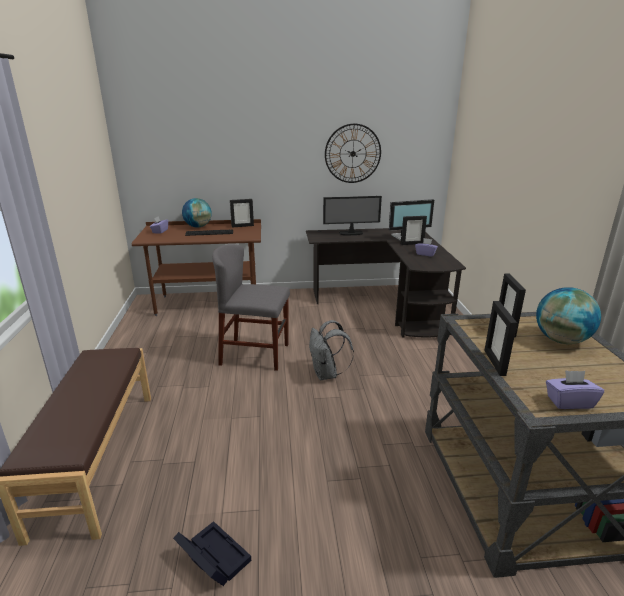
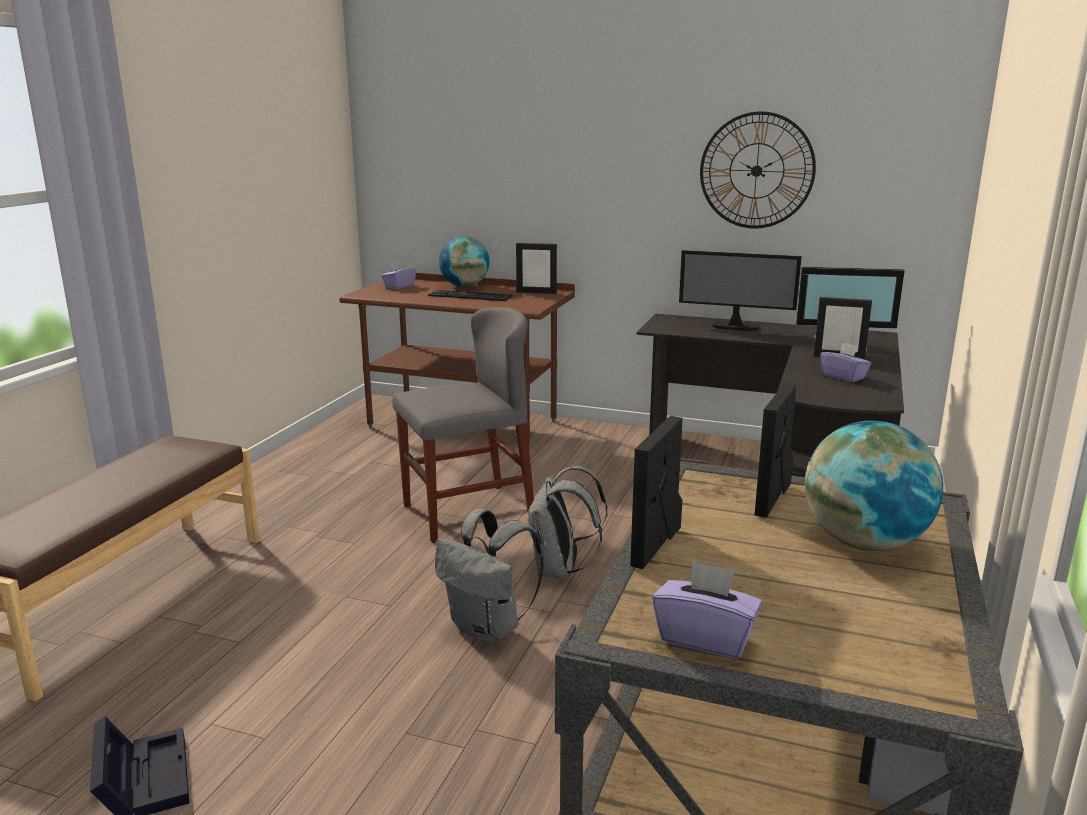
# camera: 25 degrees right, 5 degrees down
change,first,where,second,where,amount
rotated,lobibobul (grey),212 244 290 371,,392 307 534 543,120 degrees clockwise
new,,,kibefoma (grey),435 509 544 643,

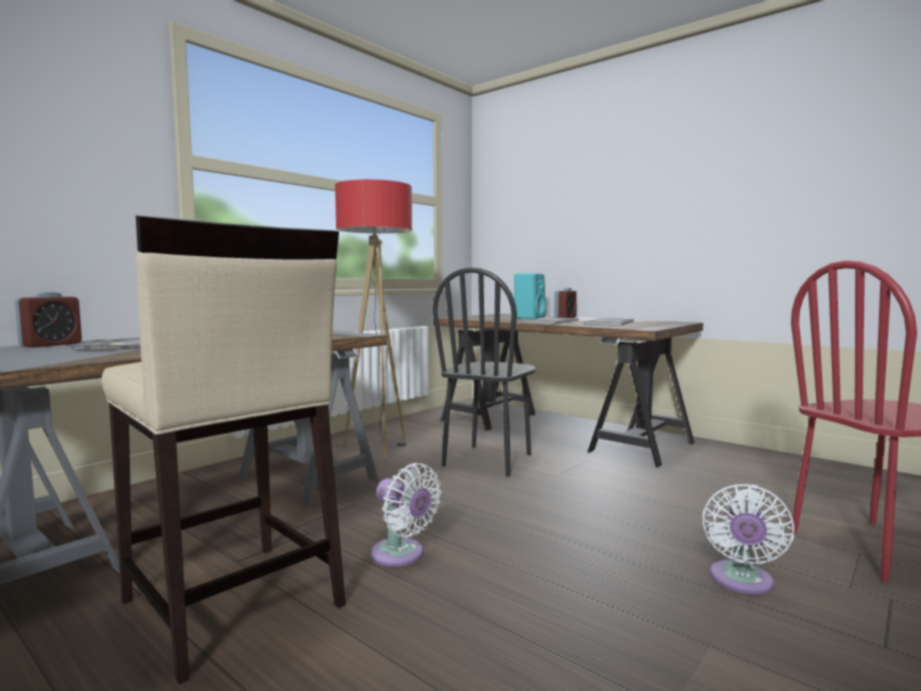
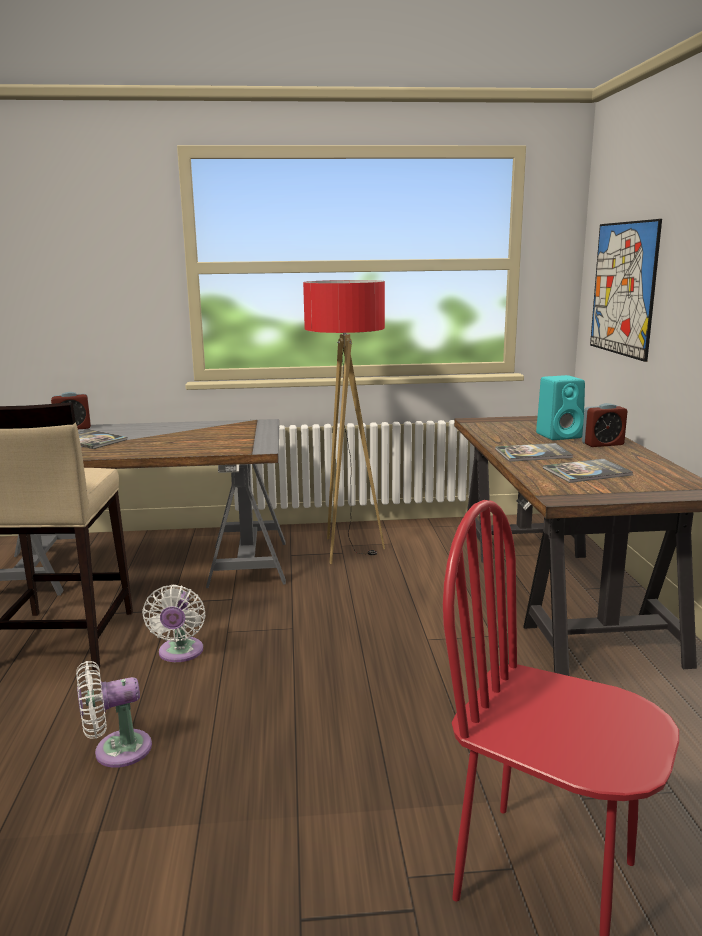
# camera: 45 degrees right, 10 degrees up
change,first,where,second,where,amount
gone,lobibobul (black),432 267 536 477,,,
shifted,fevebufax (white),702 484 794 595,,76 661 152 768,
new,,,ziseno,590 219 662 362,

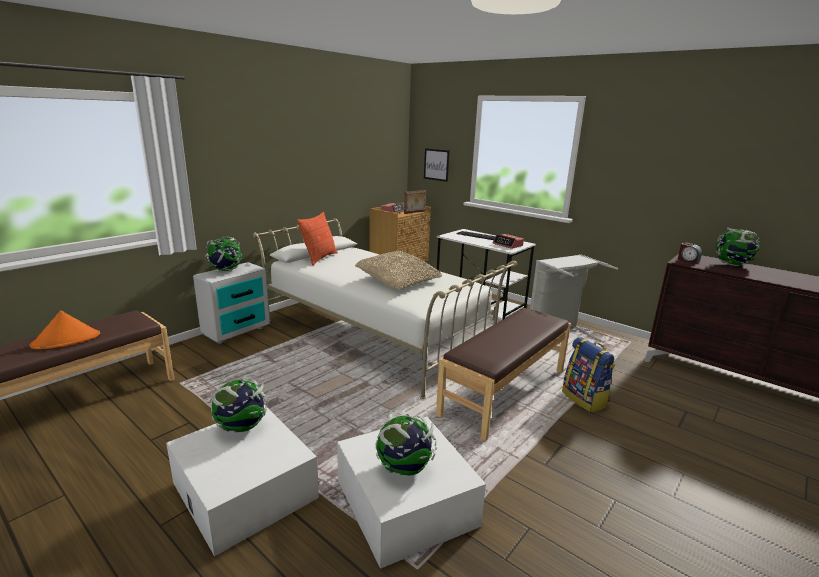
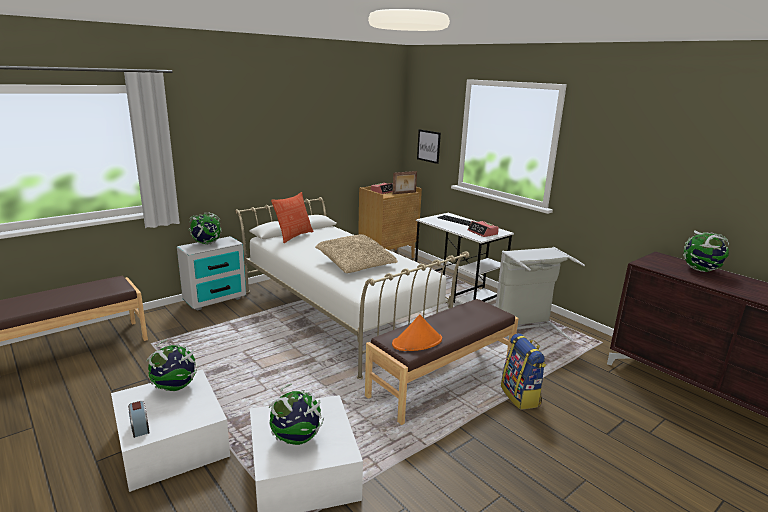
# camera: 10 degrees right, 0 degrees up
change,first,where,second,where,amount
shifted,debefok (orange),30 310 100 349,,392 314 442 351,
shifted,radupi,678 243 702 263,,128 401 150 438,

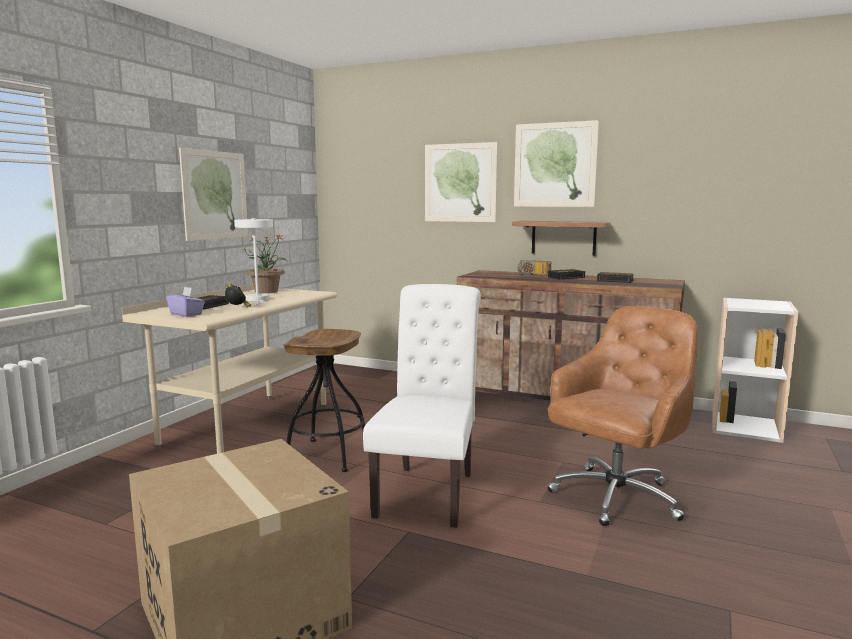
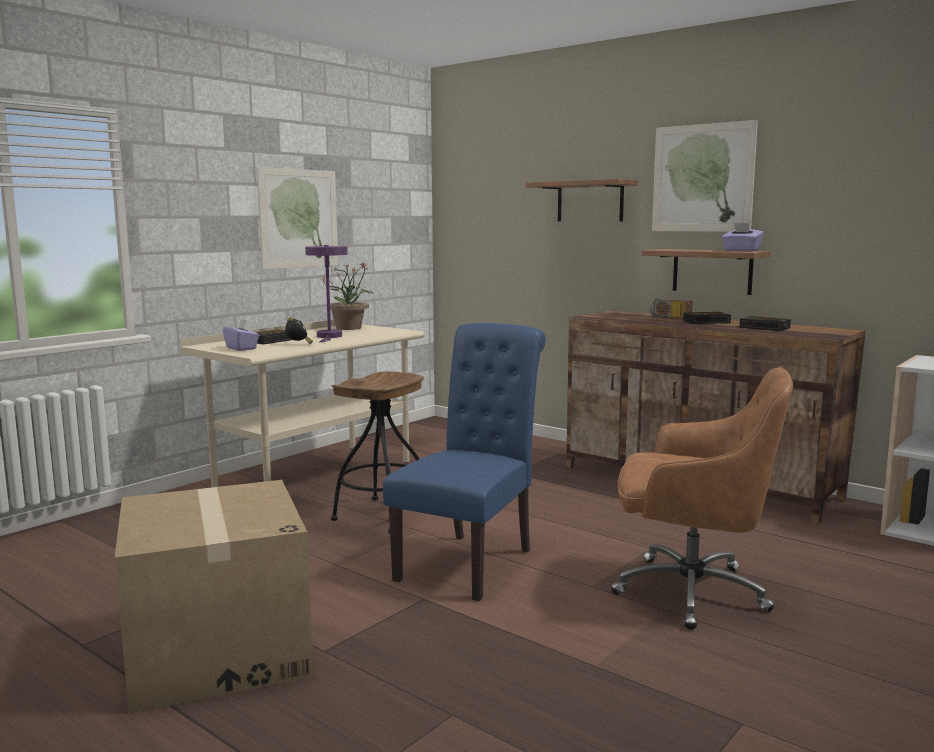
# camera: 15 degrees right, 0 degrees up
change,first,where,second,where,amount
repainted,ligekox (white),234 218 273 306,ligekox (purple),305 245 348 342,
repainted,lobibobul (white),363 284 481 528,lobibobul (blue),383 323 546 601,
swapped,ziseno,425 142 498 222,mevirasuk,526 179 638 222,
rotated,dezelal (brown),547 306 698 526,,612 366 793 630,45 degrees clockwise
new,,,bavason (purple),722 223 764 251,

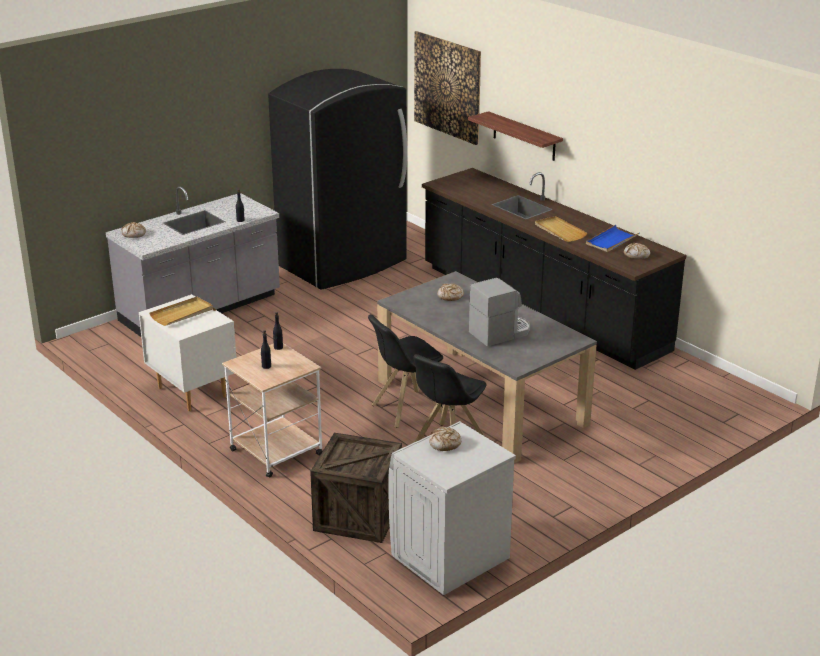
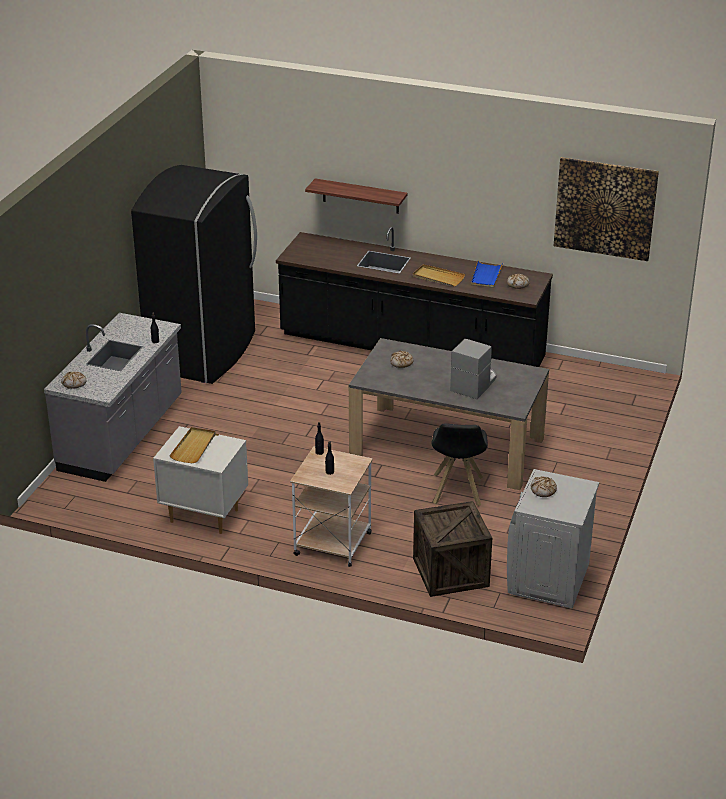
# camera: 30 degrees left, 5 degrees up
change,first,where,second,where,amount
gone,lobibobul (black),368 314 443 428,,,
shifted,ziseno,414 31 481 145,,554 157 659 261,

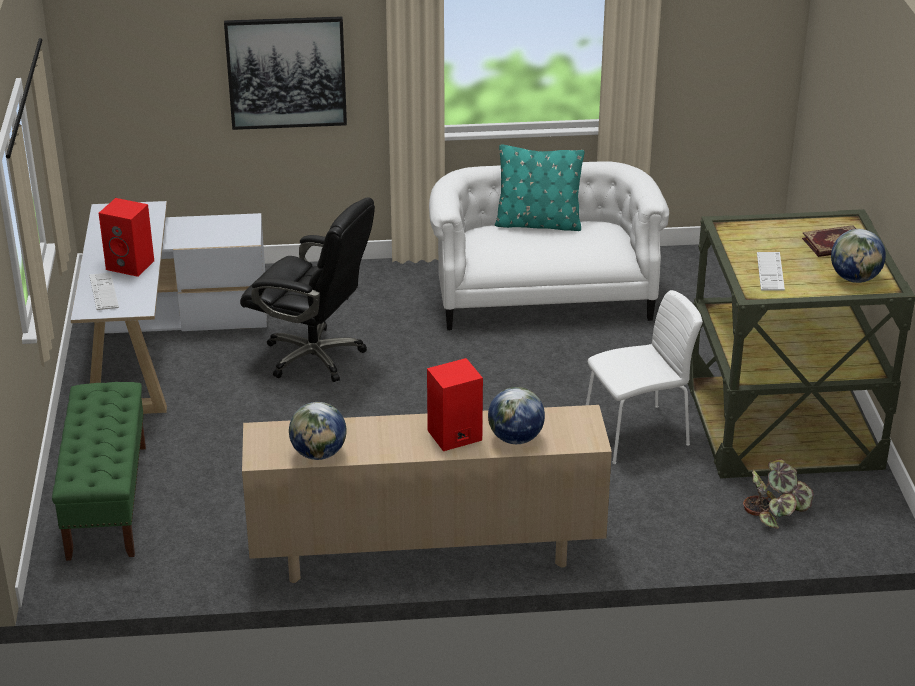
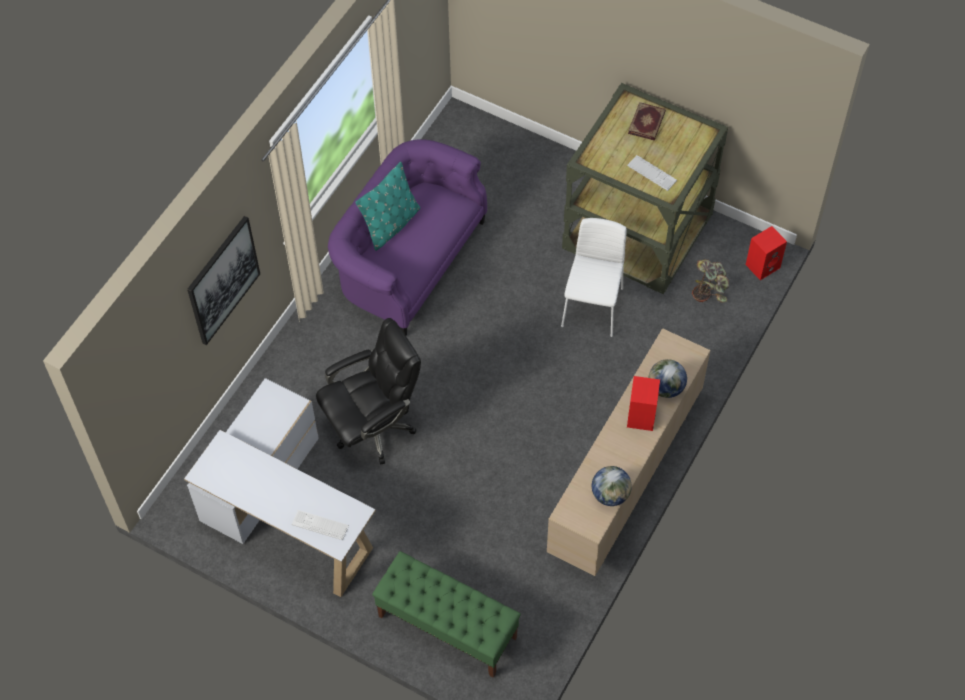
# camera: 55 degrees left, 25 degrees up
change,first,where,second,where,amount
shifted,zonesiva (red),99 198 154 277,,746 226 787 280,
repainted,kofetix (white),429 162 669 330,kofetix (purple),328 139 487 336,
gone,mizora,831 229 886 283,,,

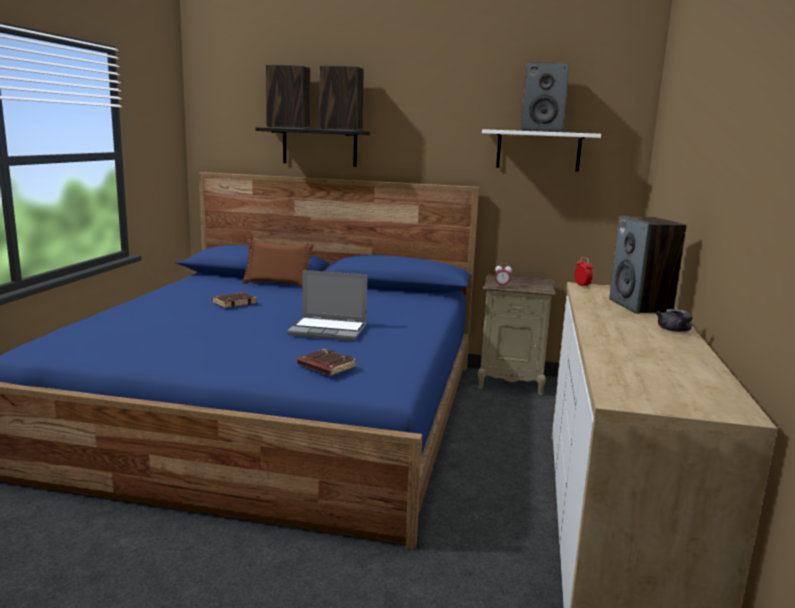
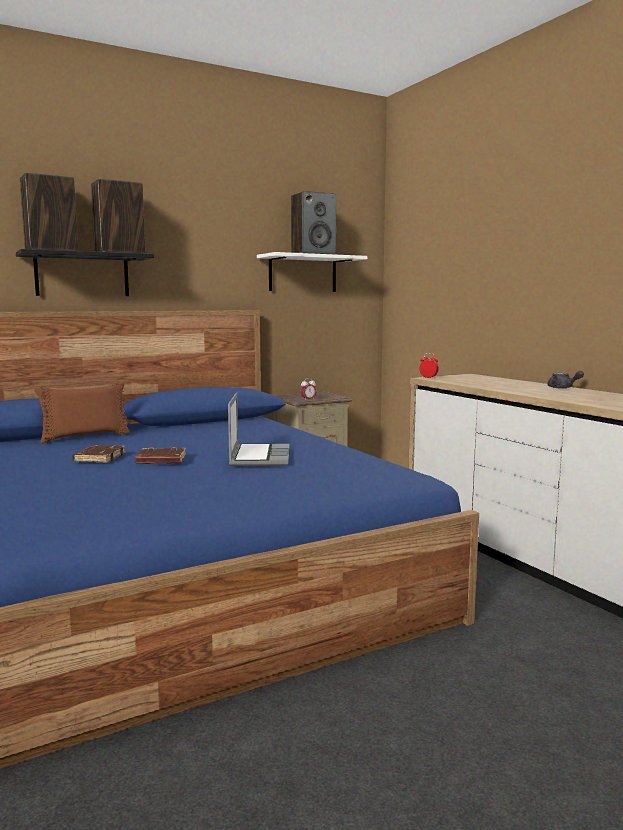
# camera: 40 degrees left, 5 degrees down
change,first,where,second,where,amount
rotated,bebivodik,287 270 368 341,,228 393 289 466,60 degrees counterclockwise
shifted,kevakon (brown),297 349 357 376,,135 447 186 464,
gone,zonesiva,609 216 687 314,,,

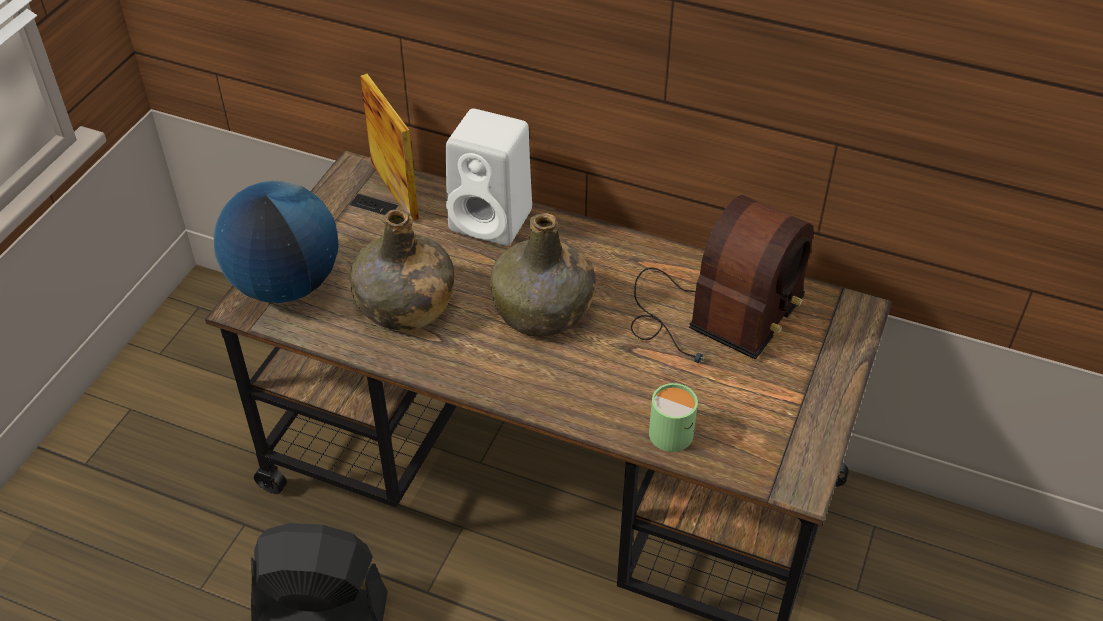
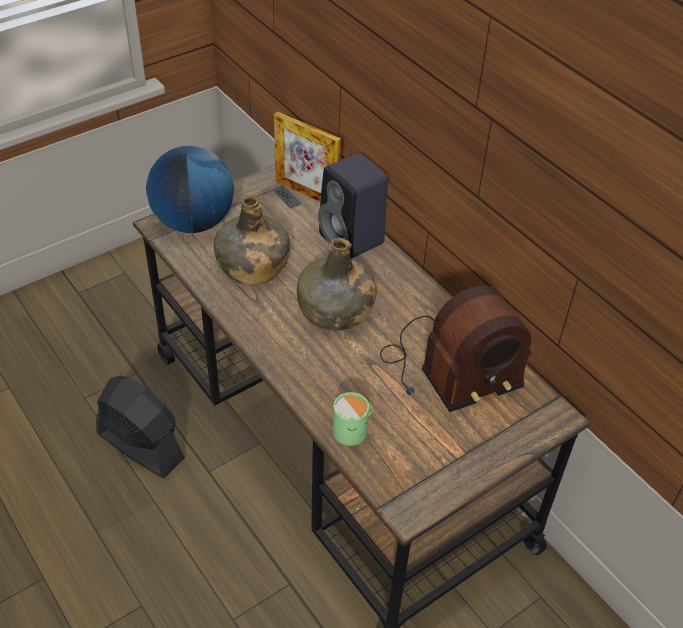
# camera: 30 degrees right, 0 degrees up
change,first,where,second,where,amount
rotated,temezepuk,360 74 419 221,,274 111 341 202,120 degrees clockwise
repainted,zonesiva (white),446 109 532 246,zonesiva (black),318 153 388 259,

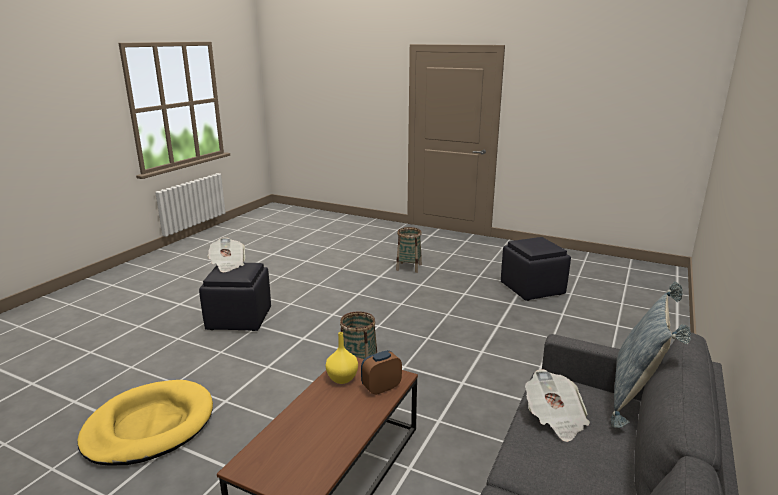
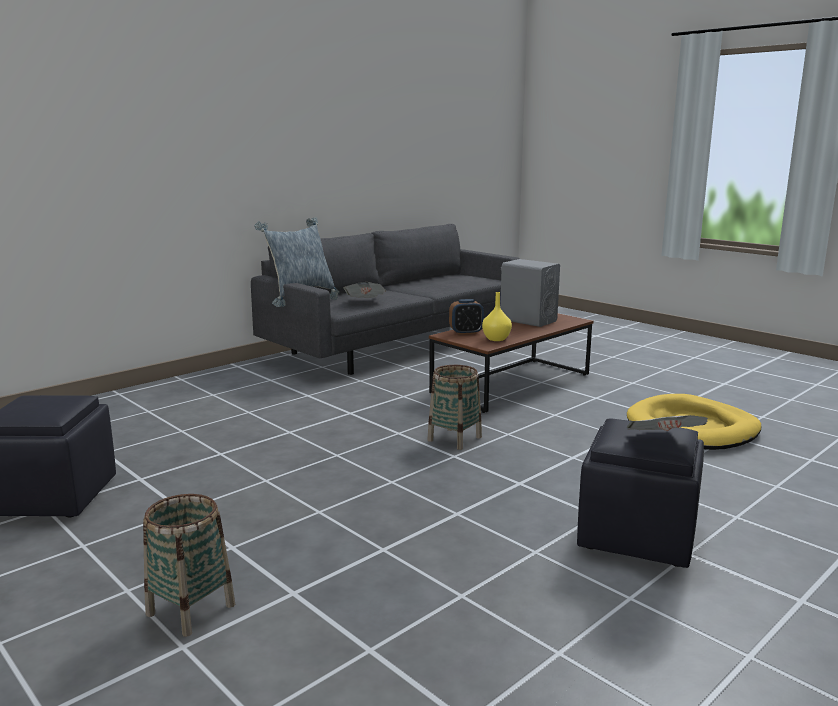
# camera: 160 degrees left, 5 degrees down
change,first,where,second,where,amount
new,,,zonesiva (grey),500 259 560 327,

